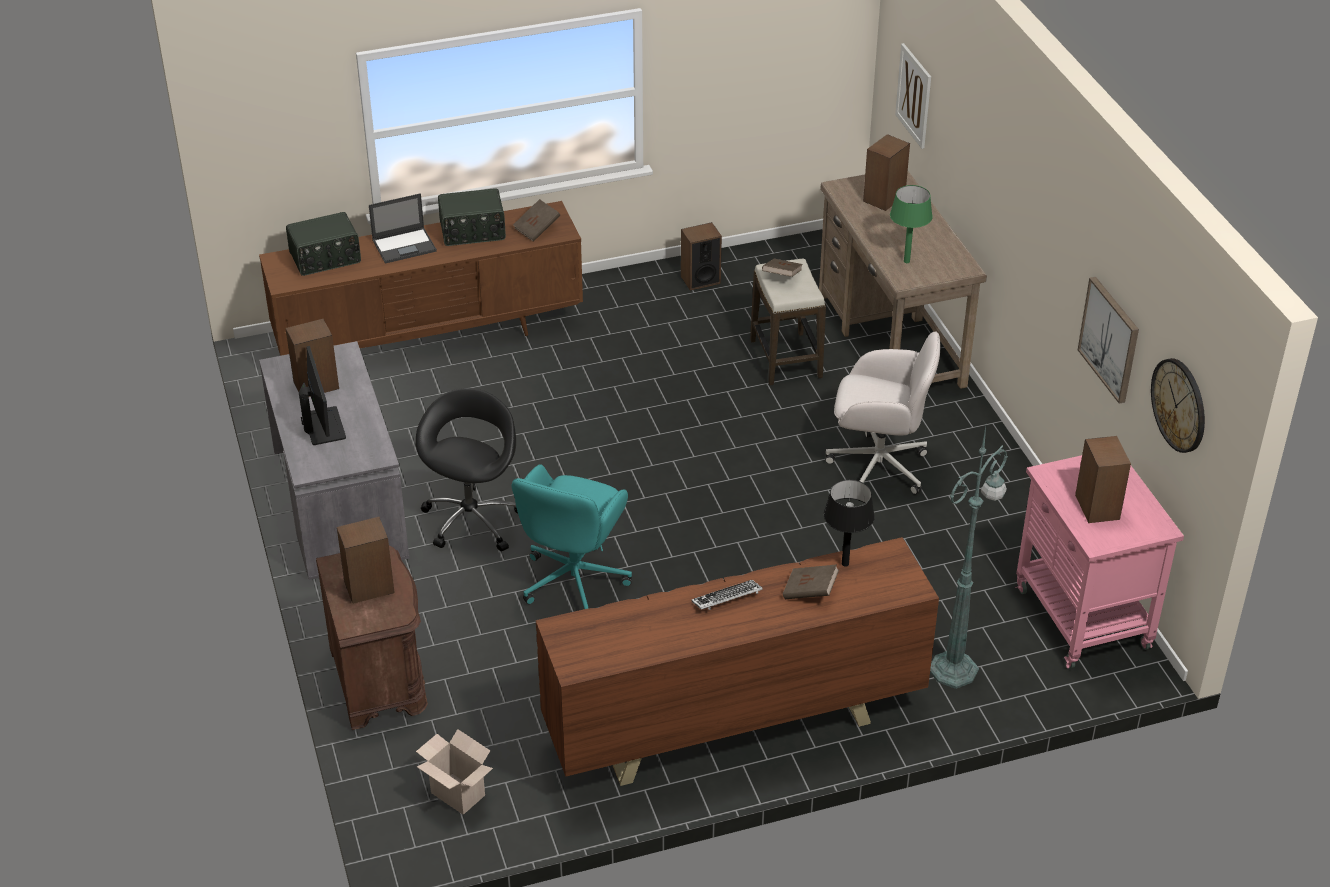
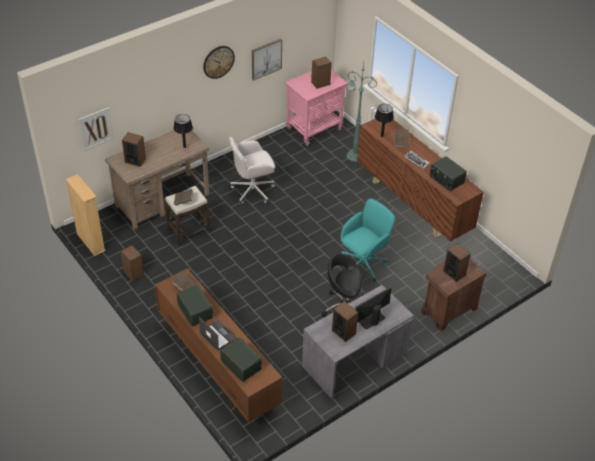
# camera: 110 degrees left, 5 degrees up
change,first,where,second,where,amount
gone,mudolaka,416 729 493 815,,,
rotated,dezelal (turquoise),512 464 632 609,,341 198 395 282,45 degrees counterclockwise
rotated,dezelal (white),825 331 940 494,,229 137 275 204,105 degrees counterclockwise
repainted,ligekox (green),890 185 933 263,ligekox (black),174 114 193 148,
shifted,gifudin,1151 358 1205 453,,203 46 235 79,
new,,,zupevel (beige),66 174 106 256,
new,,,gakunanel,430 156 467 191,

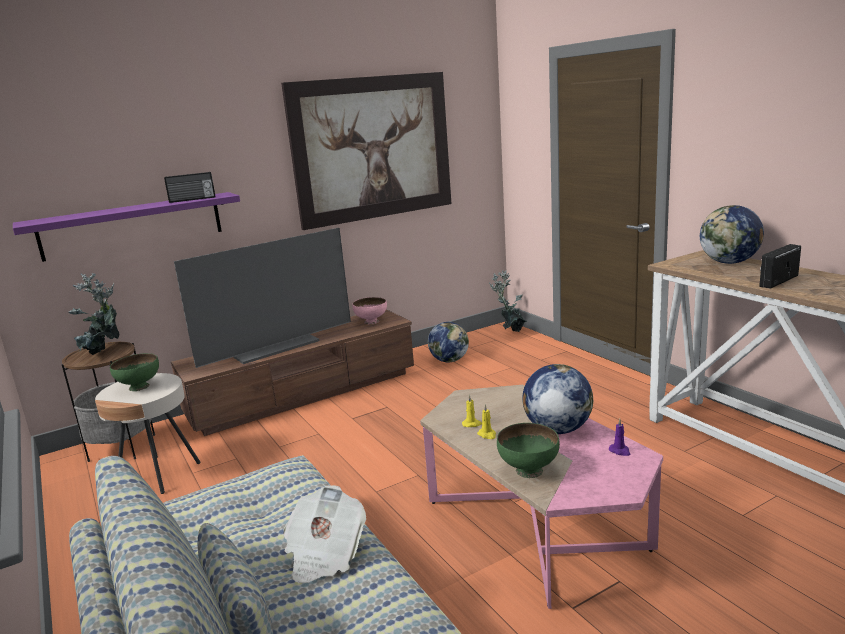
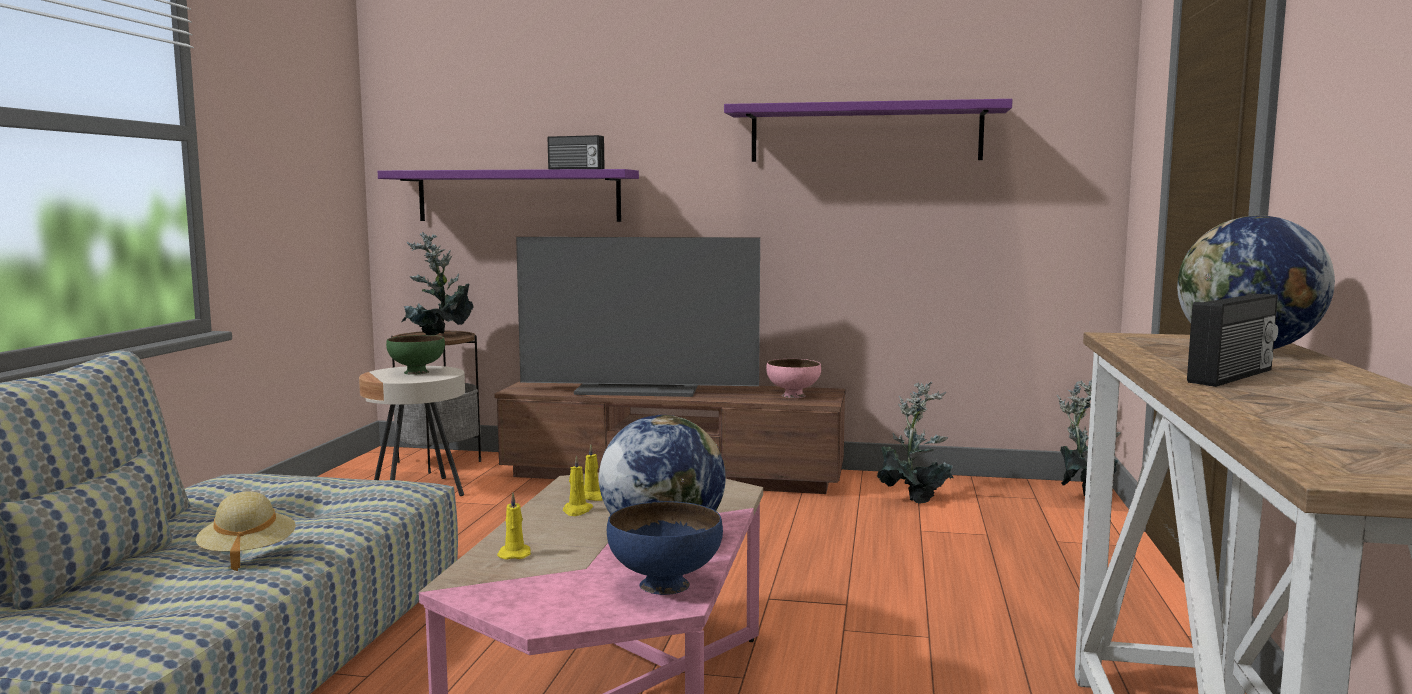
# camera: 40 degrees right, 10 degrees down
change,first,where,second,where,amount
swapped,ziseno,281 72 451 230,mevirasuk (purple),724 99 1013 162,
swapped,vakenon,283 485 366 583,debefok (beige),196 491 296 571,
swapped,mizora,428 322 469 362,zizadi,877 382 954 504,
swapped,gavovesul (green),497 423 560 478,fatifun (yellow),497 493 531 560,
swapped,fatifun (purple),609 419 630 456,gavovesul (blue),607 501 723 595,
rotated,gakunanel,759 244 801 289,,1187 293 1278 387,135 degrees clockwise

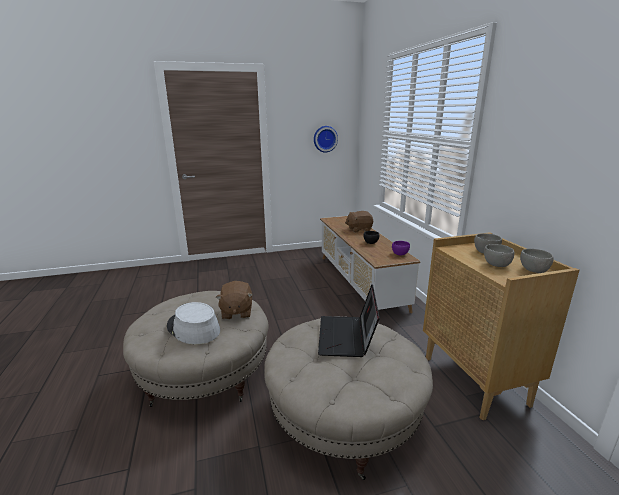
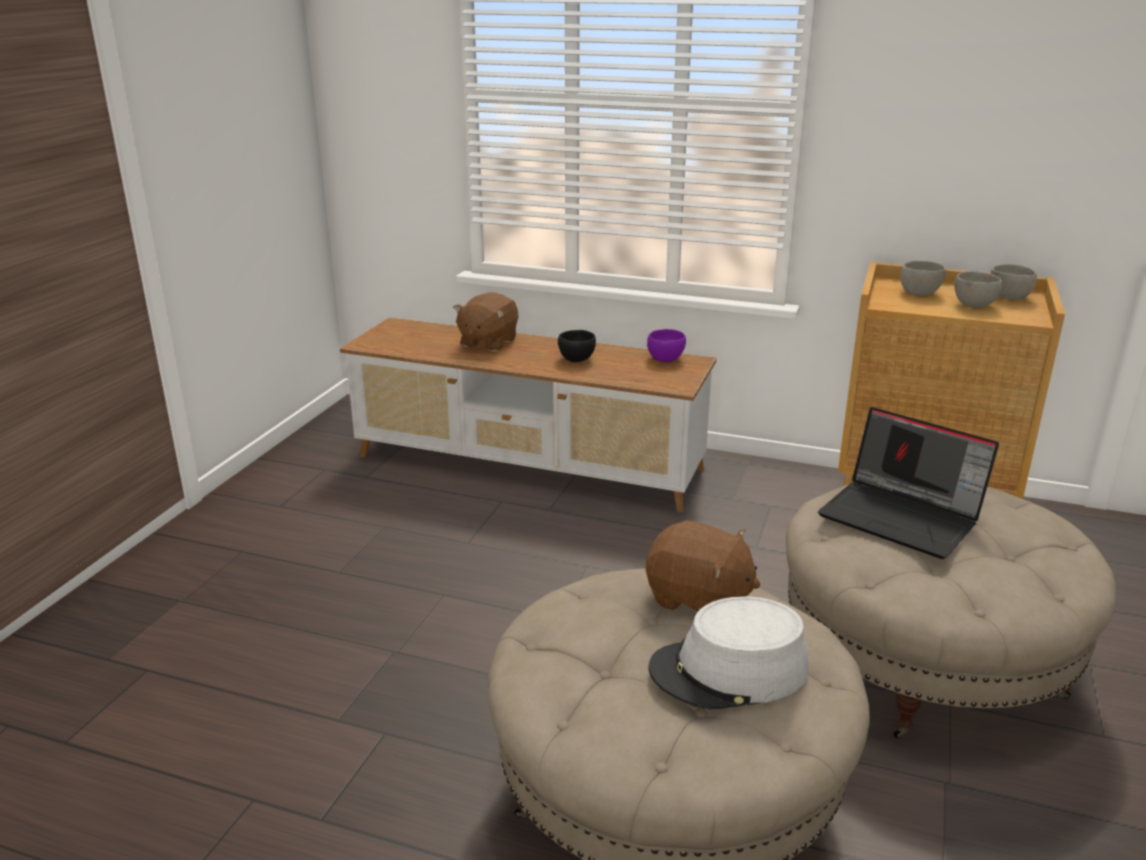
# camera: 55 degrees left, 5 degrees up
change,first,where,second,where,amount
gone,gifudin,314 126 338 153,,,

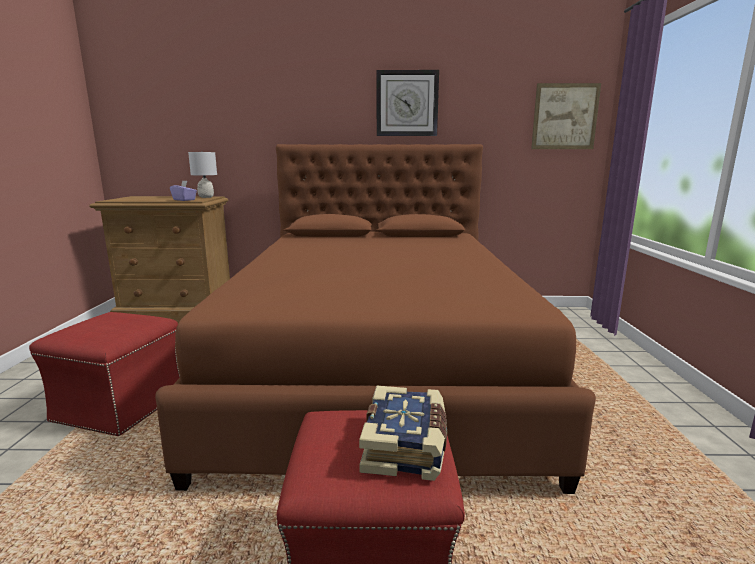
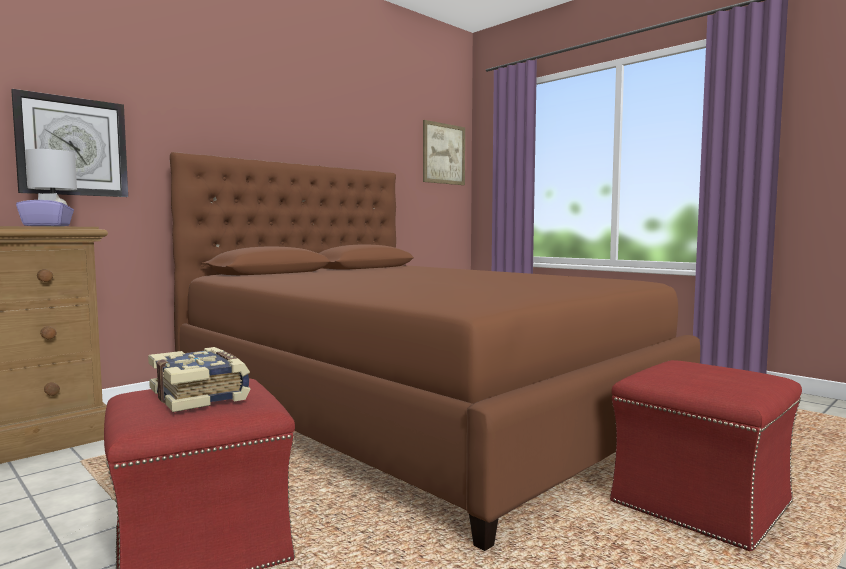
# camera: 45 degrees left, 10 degrees down
change,first,where,second,where,amount
shifted,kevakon,359 386 447 481,,148 347 250 412,
shifted,gifudin,377 70 439 136,,11 89 128 197,

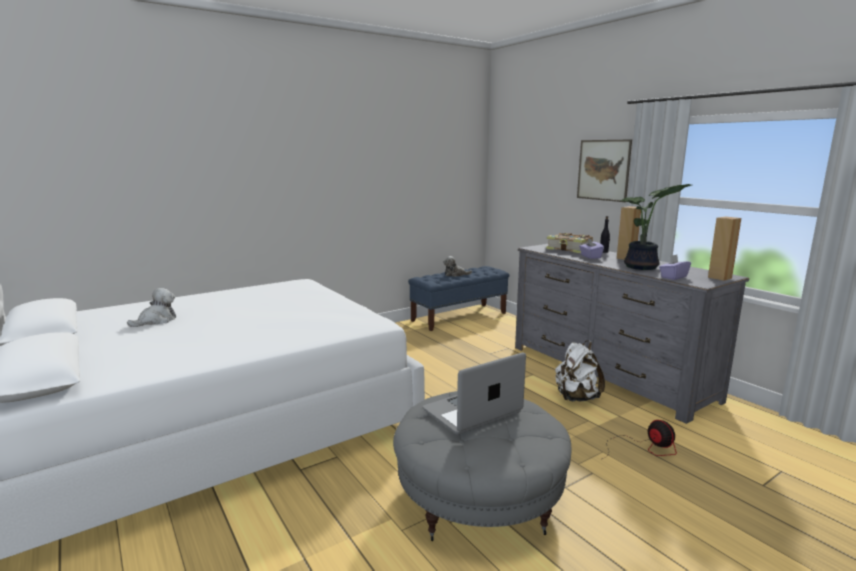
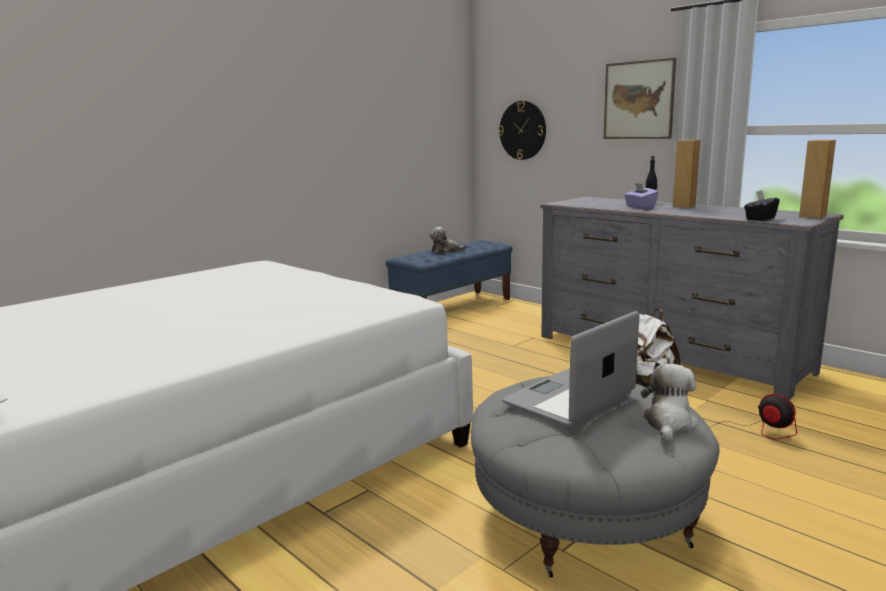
# camera: 10 degrees left, 0 degrees up
change,first,where,second,where,amount
shifted,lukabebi,127 288 176 327,,641 364 699 442,
gone,kevakon,546 233 593 253,,,
gone,zizadi,619 184 692 270,,,
repainted,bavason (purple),659 255 691 280,bavason (black),744 190 780 221,
new,,,gifudin,499 101 546 160,

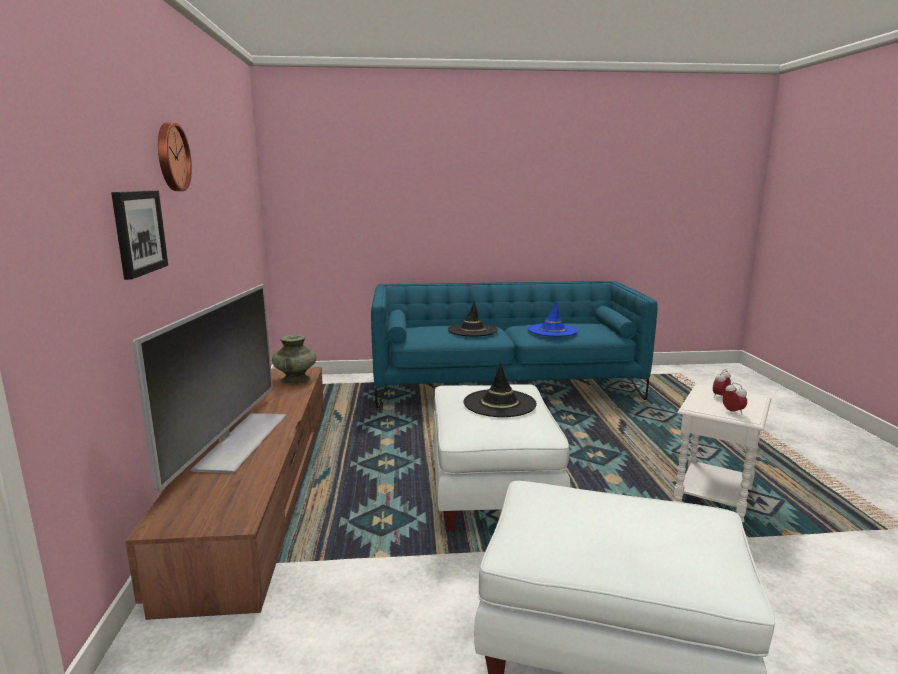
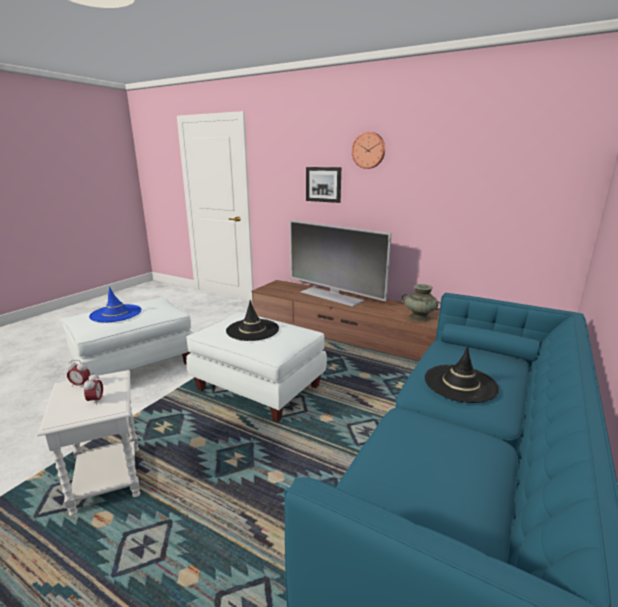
# camera: 125 degrees right, 5 degrees up
change,first,where,second,where,amount
shifted,debefok (blue),528 301 578 337,,89 287 141 322,

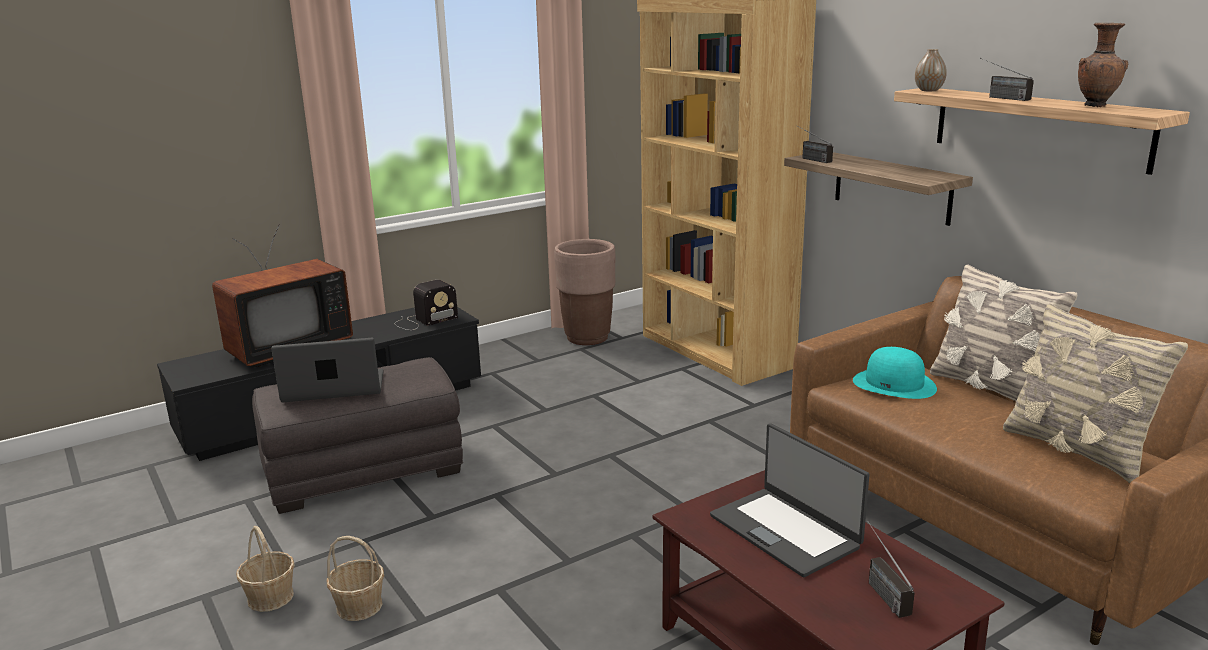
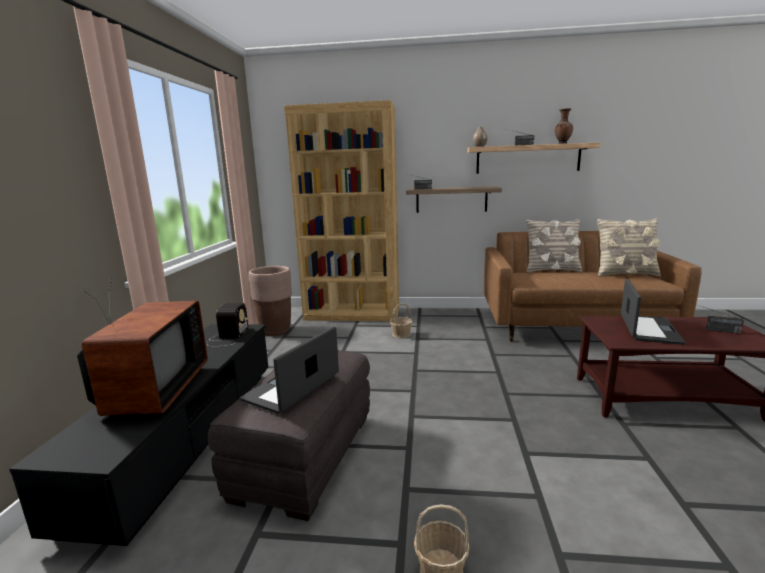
# camera: 50 degrees left, 5 degrees down
change,first,where,second,where,amount
shifted,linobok,327 536 384 621,,390 303 412 338,
rotated,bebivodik,710 423 870 577,,621 279 686 345,75 degrees counterclockwise
gone,debefok (turquoise),853 347 937 399,,,

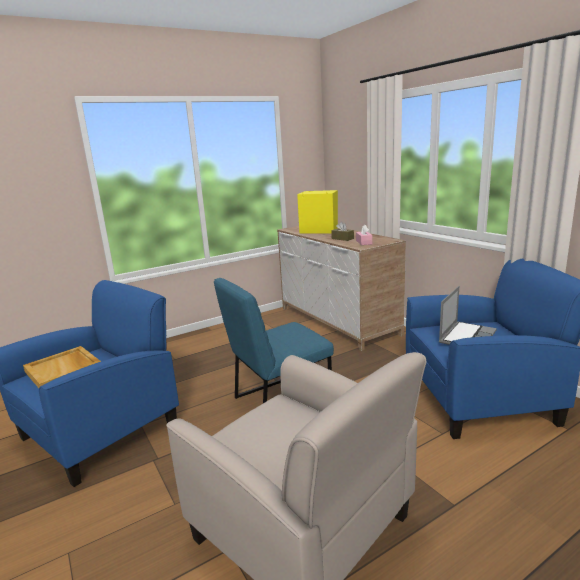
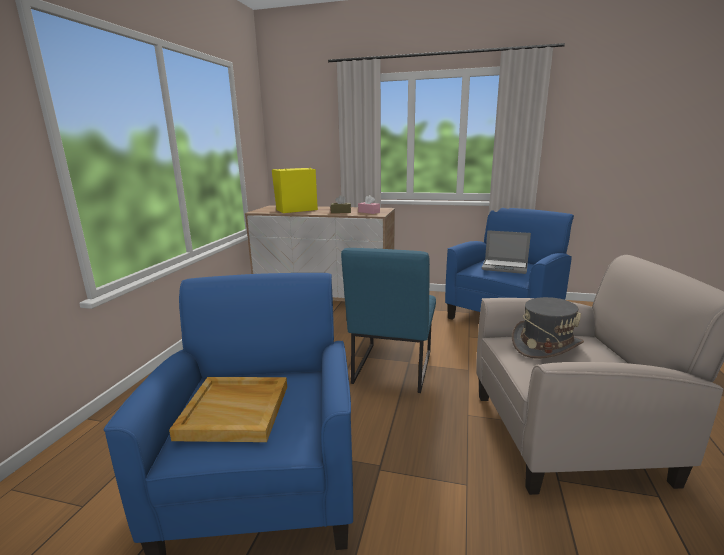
# camera: 45 degrees left, 0 degrees up
change,first,where,second,where,amount
rotated,bebivodik,439 286 497 345,,482 230 531 274,120 degrees clockwise
new,,,debefok (grey),512 297 584 359,

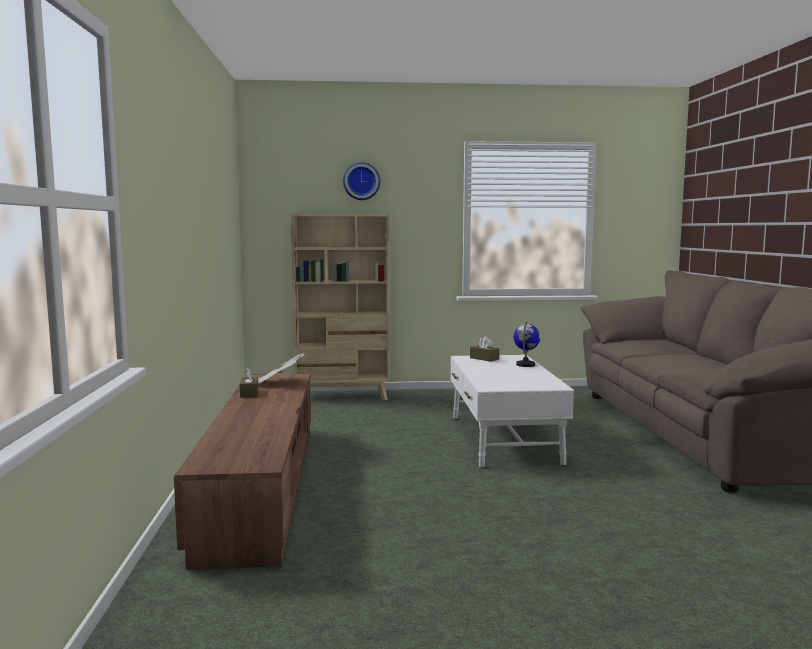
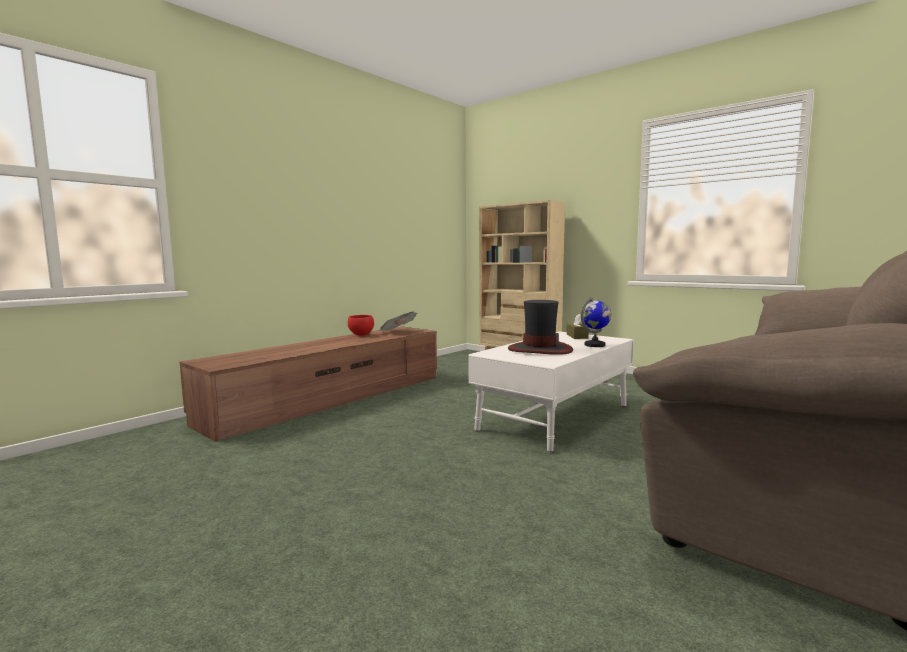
# camera: 45 degrees right, 0 degrees up
change,first,where,second,where,amount
swapped,bavason (brown),240 367 258 398,gavovesul (red),348 315 374 336,
gone,gifudin,343 162 380 200,,,
new,,,debefok,508 300 573 355,

